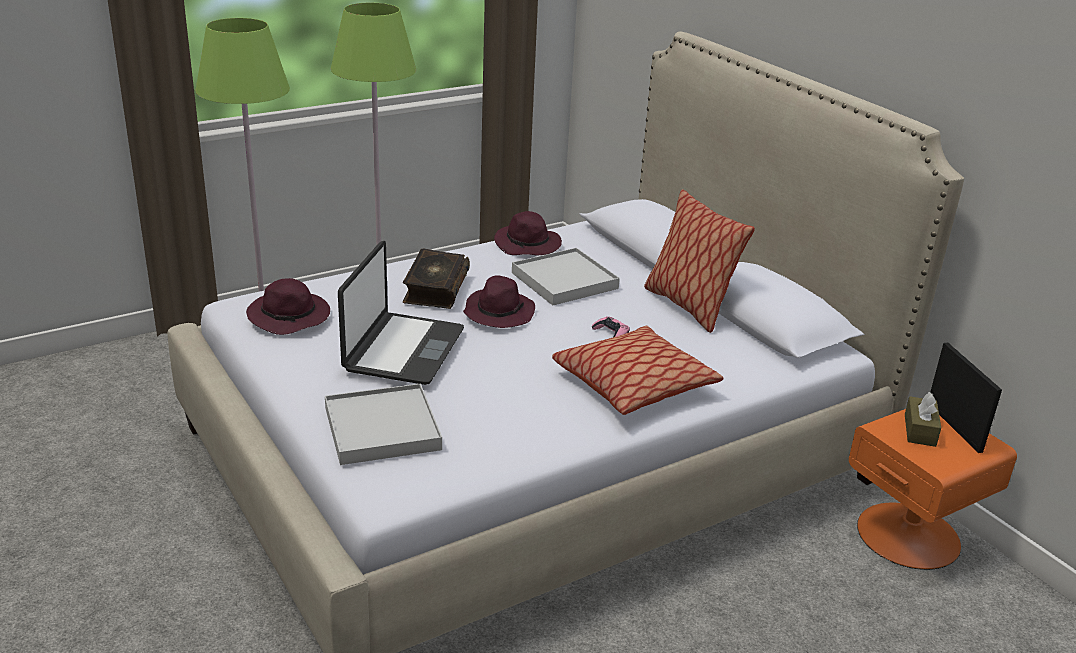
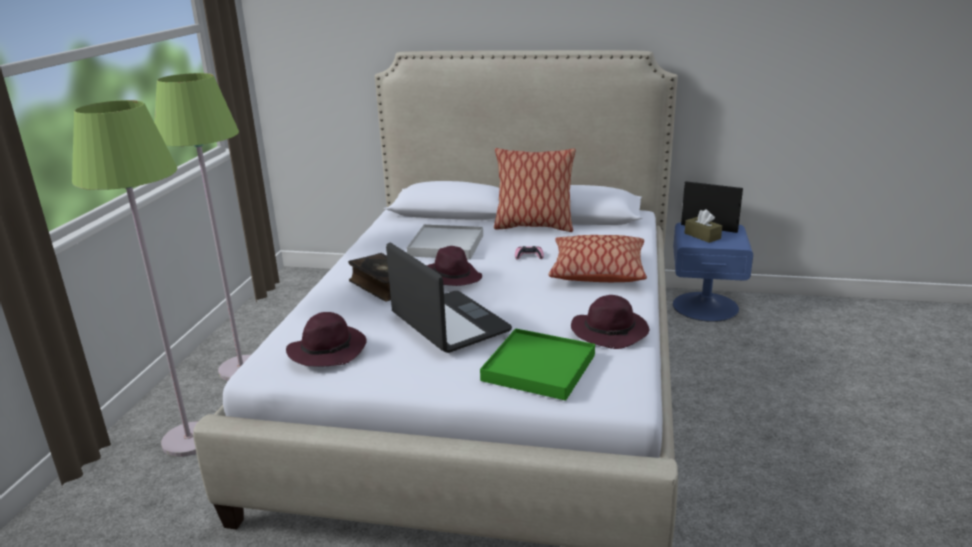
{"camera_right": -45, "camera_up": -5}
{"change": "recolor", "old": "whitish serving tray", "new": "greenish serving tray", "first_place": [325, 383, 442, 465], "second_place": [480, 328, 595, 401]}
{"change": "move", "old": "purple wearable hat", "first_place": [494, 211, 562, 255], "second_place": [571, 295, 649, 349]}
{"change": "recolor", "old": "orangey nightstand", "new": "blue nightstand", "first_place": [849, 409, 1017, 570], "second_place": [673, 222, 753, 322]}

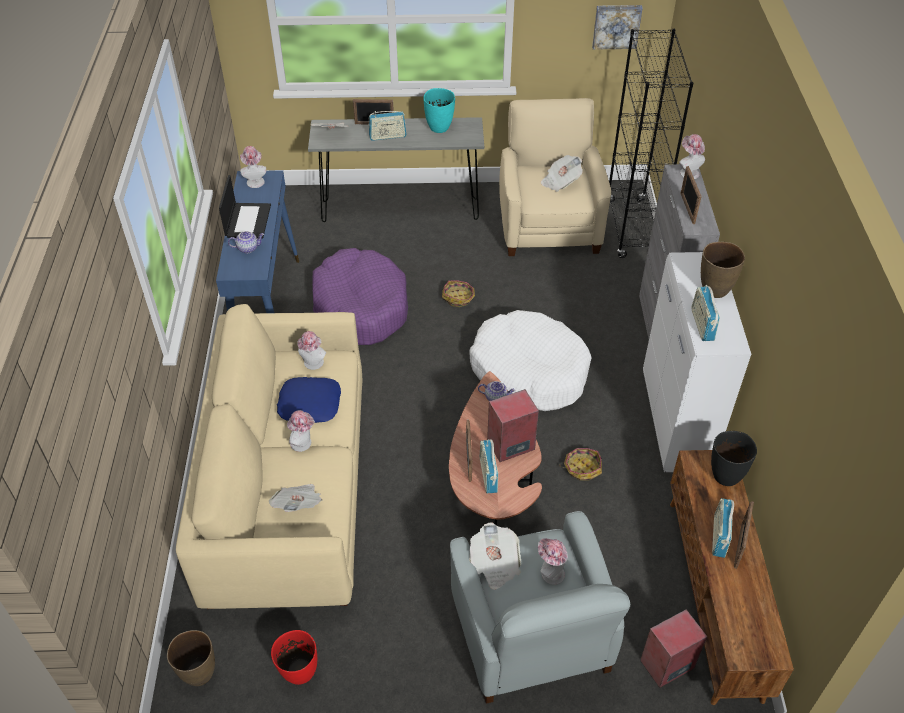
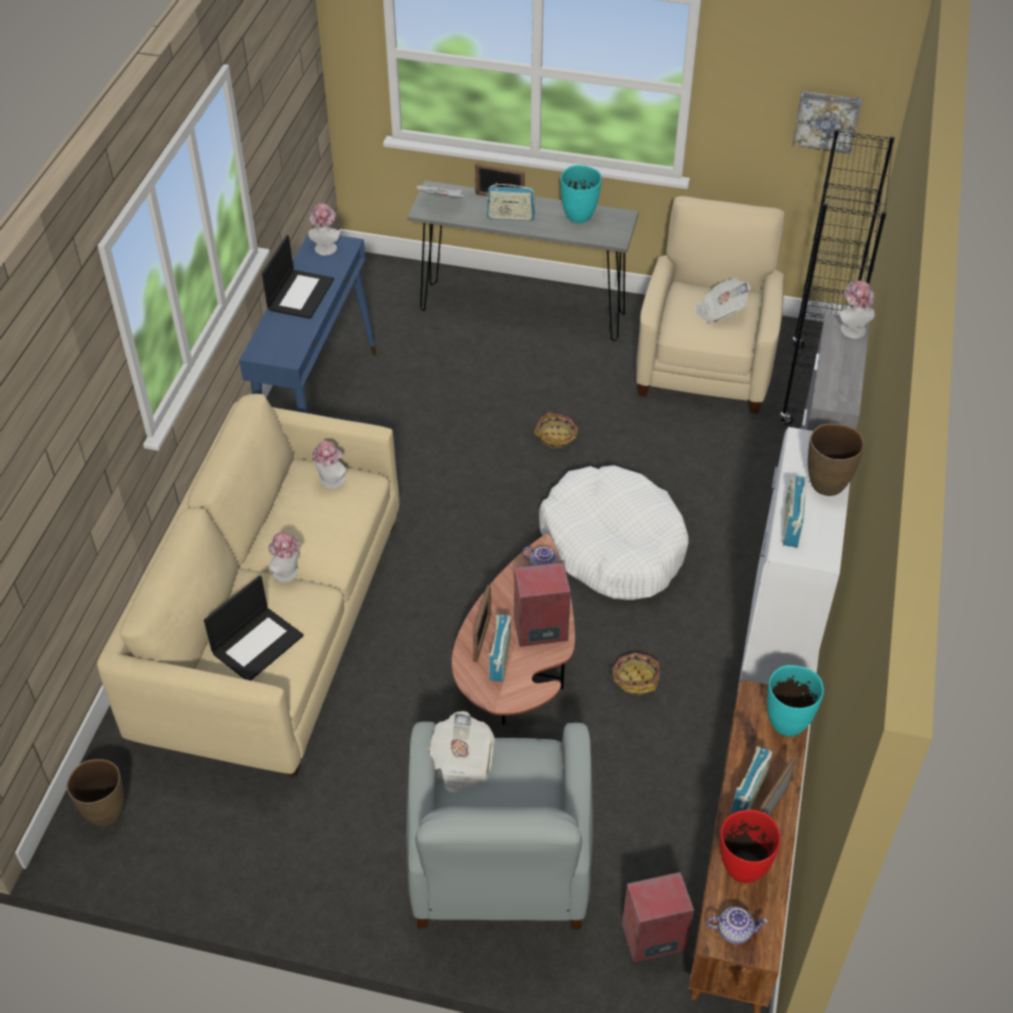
{"camera_right": 15, "camera_up": 0}
{"change": "replace", "old": "daily paper", "new": "notebook computer", "first_place": [269, 484, 322, 512], "second_place": [204, 575, 304, 680]}
{"change": "move", "old": "tea pot", "first_place": [228, 231, 264, 253], "second_place": [707, 907, 768, 944]}
{"change": "move", "old": "red-coloured decorative vase", "first_place": [271, 630, 317, 685], "second_place": [720, 810, 781, 883]}
{"change": "recolor", "old": "blackish decorative vase", "new": "turquoise-coloured decorative vase", "first_place": [711, 431, 757, 486], "second_place": [767, 665, 824, 736]}
{"change": "delete", "old": "blue pillow", "first_place": [277, 377, 341, 423]}
{"change": "delete", "old": "purple pet bed", "first_place": [312, 248, 408, 345]}
{"change": "delete", "old": "wearable hat", "first_place": [538, 538, 568, 585]}
{"change": "delete", "old": "photo frame", "first_place": [680, 166, 702, 224]}

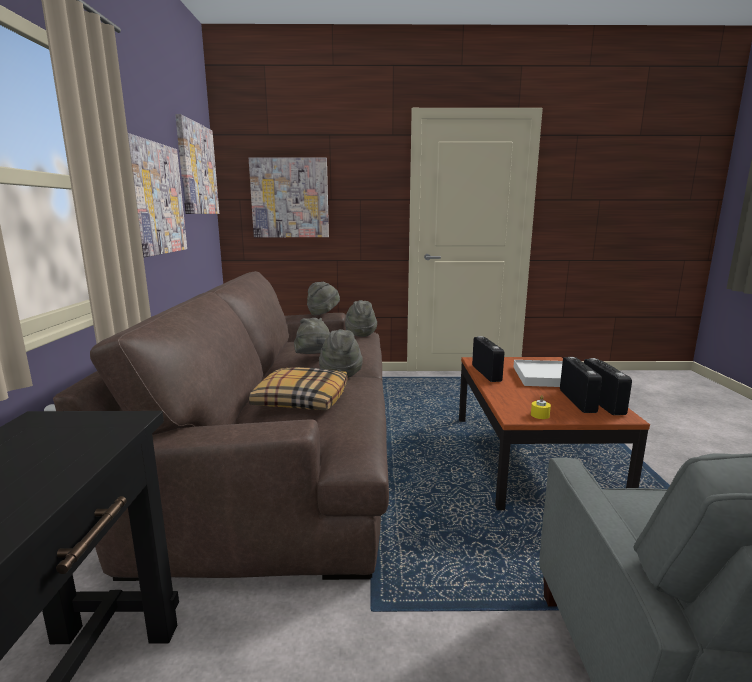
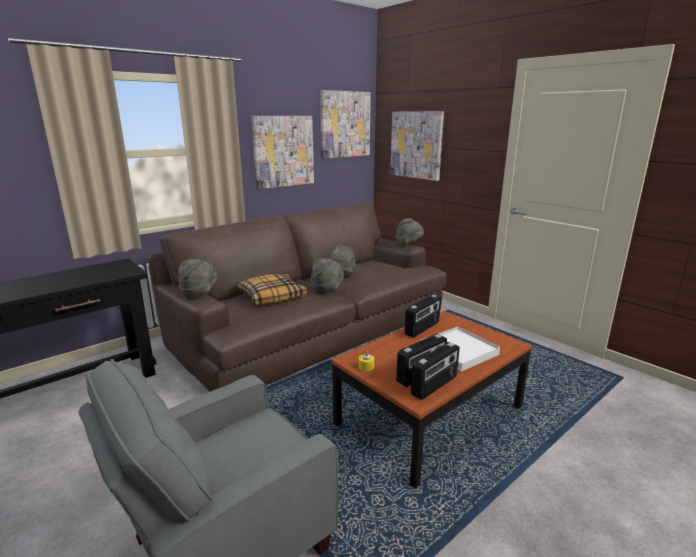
{"camera_right": 50, "camera_up": 5}
{"change": "move", "old": "gray wearable hat", "first_place": [345, 300, 377, 337], "second_place": [178, 259, 217, 299]}

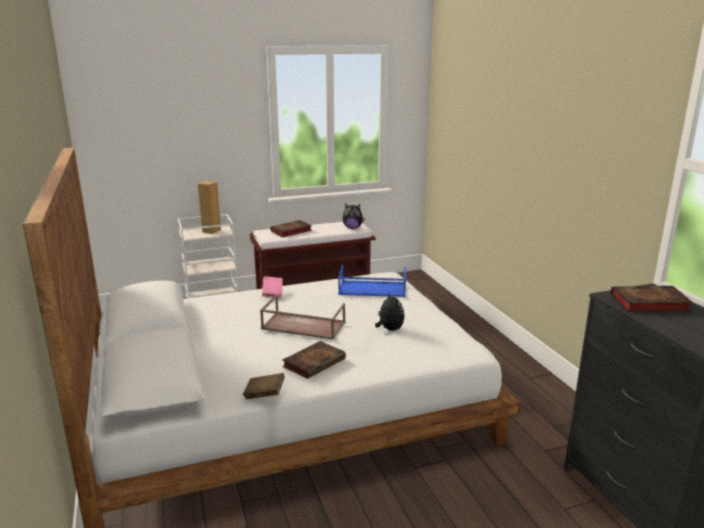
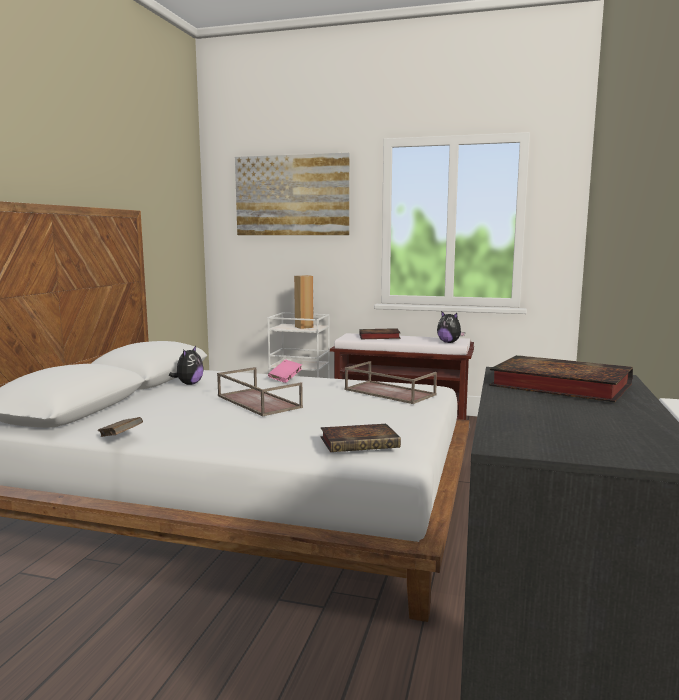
{"camera_right": 35, "camera_up": -10}
{"change": "move", "old": "soft toy", "first_place": [375, 291, 405, 331], "second_place": [169, 346, 204, 385]}
{"change": "insert", "new": "wall art", "second_place": [235, 153, 349, 235]}
{"change": "move", "old": "volume", "first_place": [282, 341, 346, 379], "second_place": [321, 424, 401, 452]}
{"change": "recolor", "old": "blue serving tray", "new": "brown serving tray", "first_place": [338, 265, 406, 297], "second_place": [345, 361, 437, 404]}

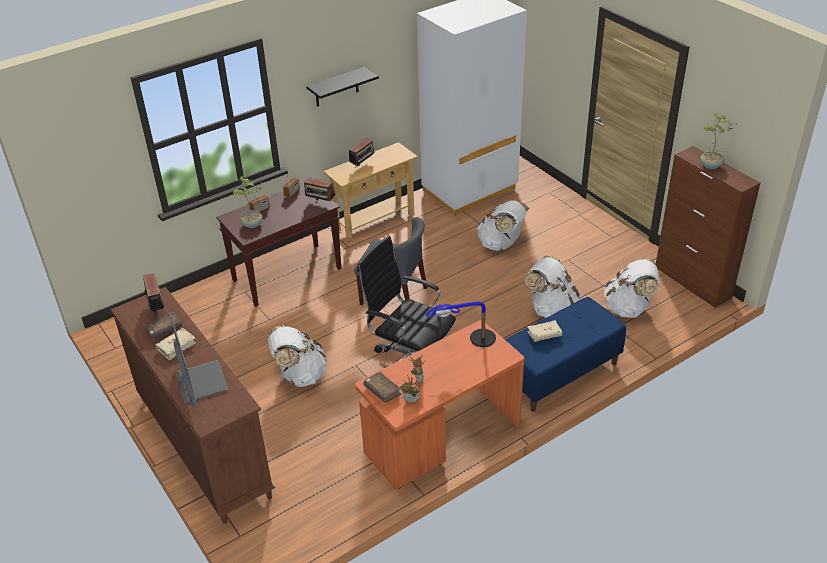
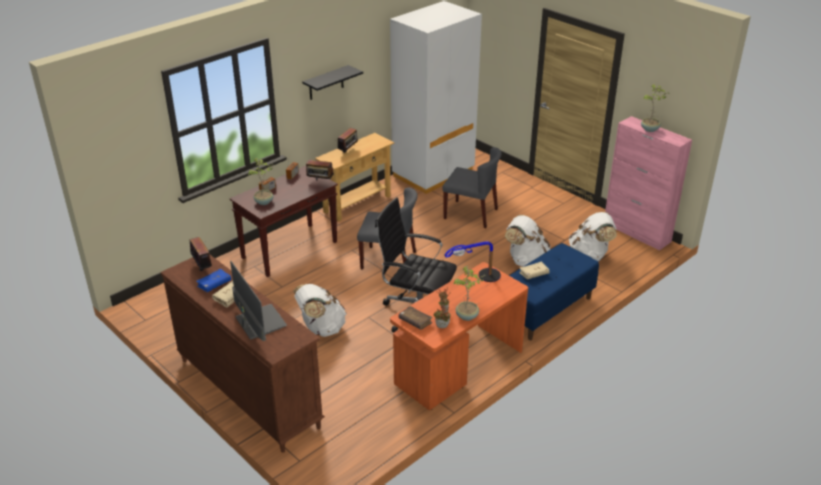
{"camera_right": -10, "camera_up": -5}
{"change": "recolor", "old": "brown volume", "new": "blue volume", "first_place": [143, 312, 182, 339], "second_place": [196, 269, 231, 292]}
{"change": "replace", "old": "whitish knapsack", "new": "gray plain chair", "first_place": [477, 200, 529, 251], "second_place": [442, 147, 502, 228]}
{"change": "insert", "new": "houseplant", "second_place": [453, 266, 486, 321]}
{"change": "recolor", "old": "brown cabinet", "new": "pink cabinet", "first_place": [656, 146, 760, 308], "second_place": [605, 116, 692, 251]}

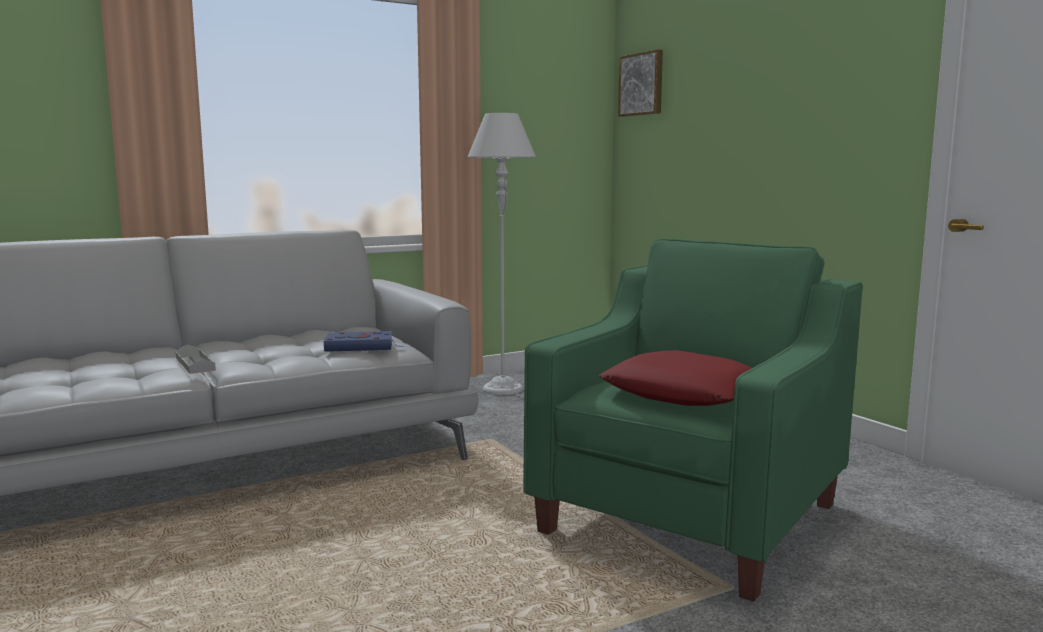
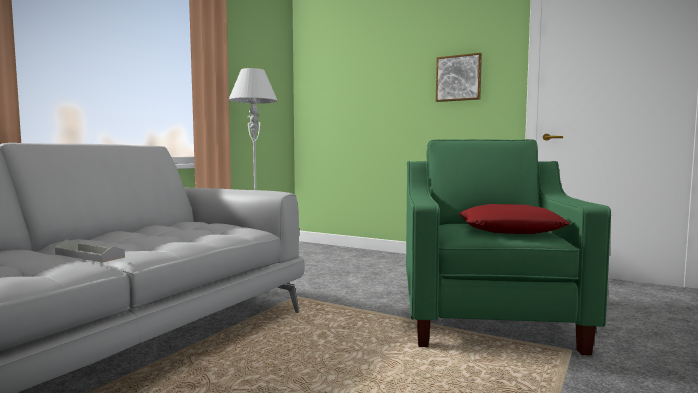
{"camera_right": -30, "camera_up": -5}
{"change": "move", "old": "wall art", "first_place": [618, 49, 663, 117], "second_place": [436, 53, 482, 102]}
{"change": "delete", "old": "blue volume", "first_place": [323, 331, 404, 352]}

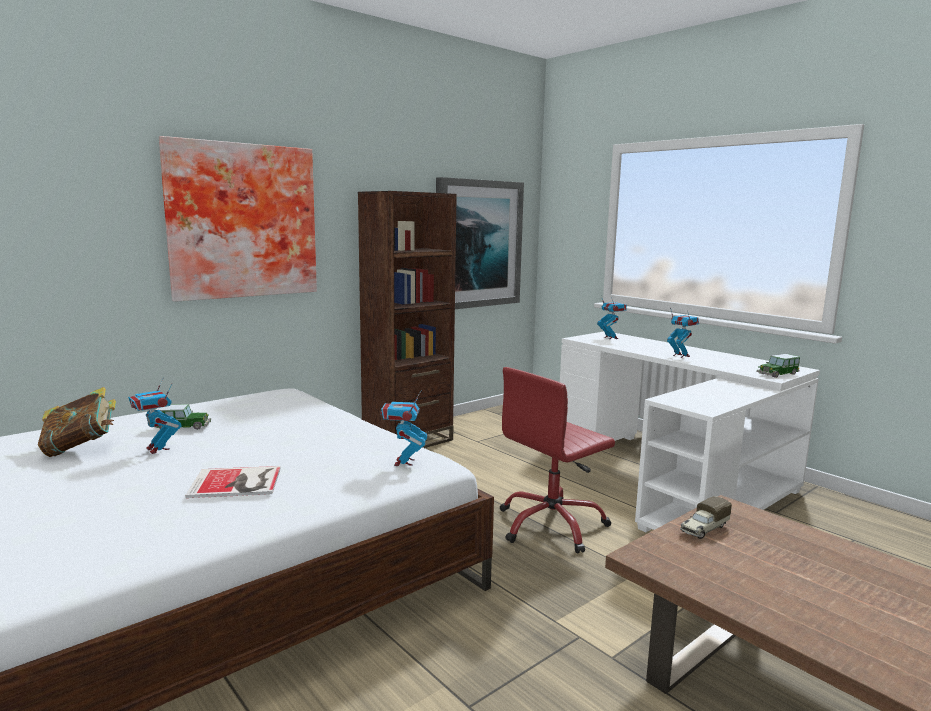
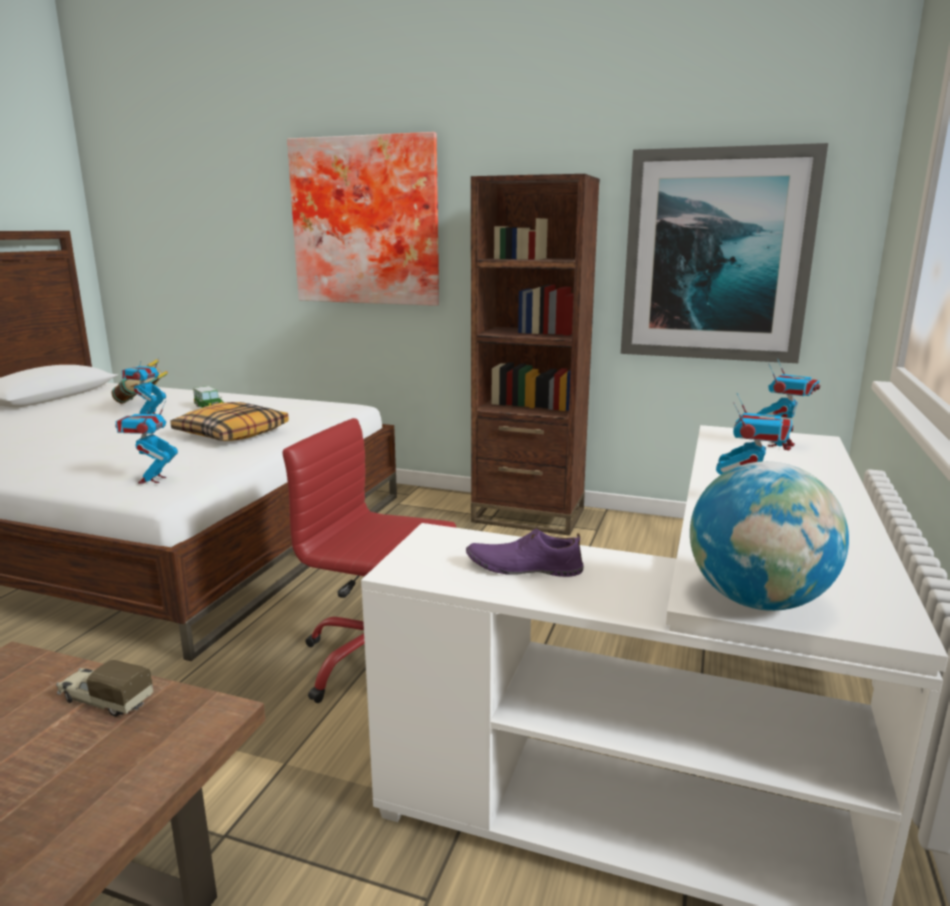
{"camera_right": 60, "camera_up": 5}
{"change": "rotate", "old": "model robot", "first_place": [380, 390, 428, 466], "second_place": [115, 400, 178, 484], "degrees": -60}
{"change": "insert", "new": "pillow", "second_place": [171, 402, 289, 441]}
{"change": "insert", "new": "purple shoe", "second_place": [466, 529, 584, 577]}
{"change": "replace", "old": "toy car", "new": "globe", "first_place": [757, 354, 800, 378], "second_place": [690, 461, 849, 611]}
{"change": "delete", "old": "volume", "first_place": [185, 466, 281, 498]}

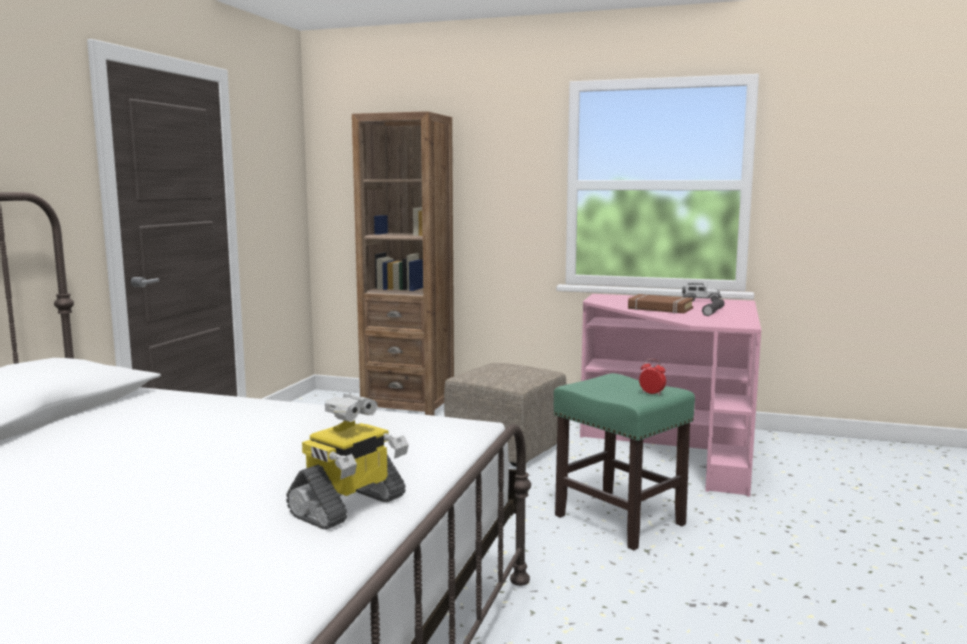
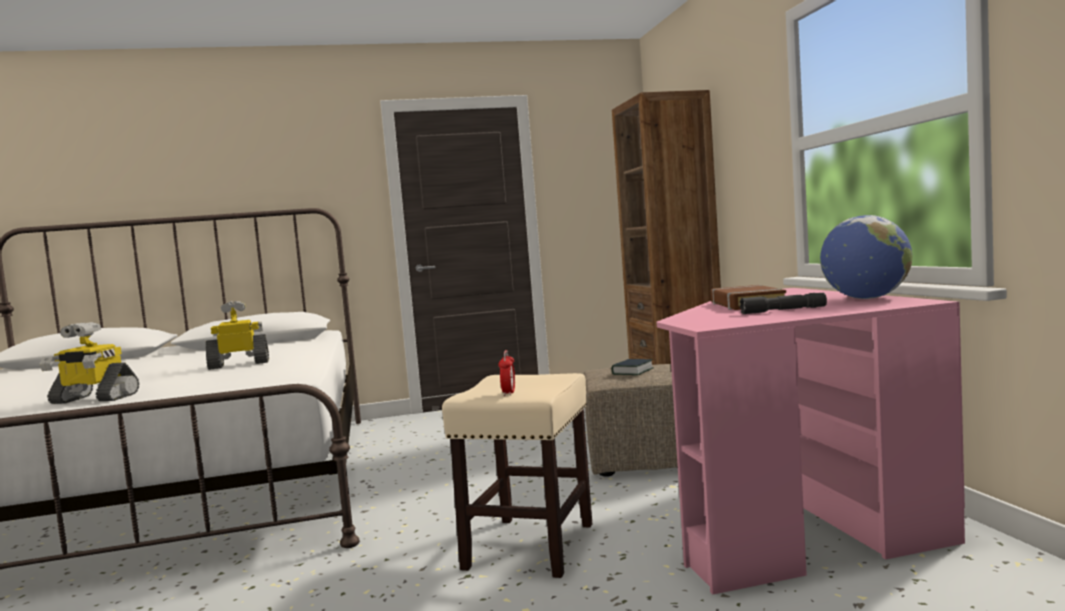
{"camera_right": 60, "camera_up": -5}
{"change": "insert", "new": "model robot", "second_place": [206, 301, 269, 370]}
{"change": "recolor", "old": "greenish stool seat", "new": "beige-coloured stool seat", "first_place": [554, 373, 695, 551], "second_place": [442, 373, 592, 578]}
{"change": "insert", "new": "volume", "second_place": [612, 359, 654, 375]}
{"change": "replace", "old": "toy car", "new": "globe", "first_place": [682, 283, 721, 302], "second_place": [820, 215, 912, 299]}

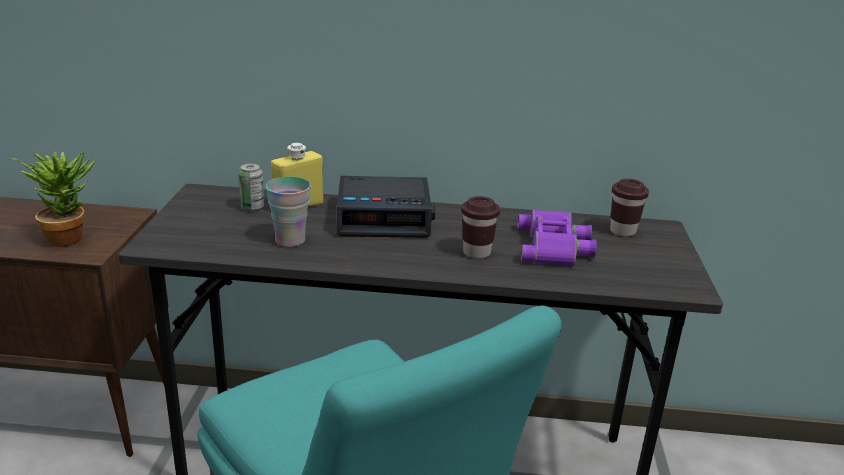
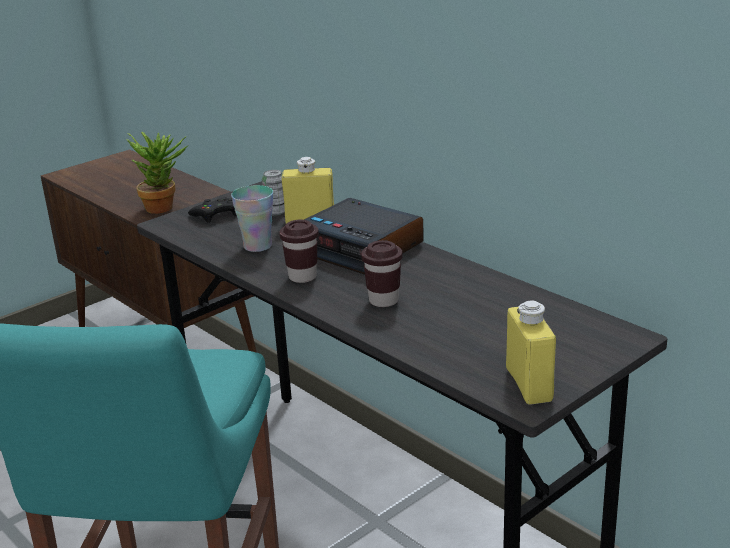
{"camera_right": 45, "camera_up": 0}
{"change": "insert", "new": "blackish joypad", "second_place": [188, 197, 237, 223]}
{"change": "move", "old": "brown cup", "first_place": [610, 179, 649, 237], "second_place": [279, 220, 319, 283]}
{"change": "insert", "new": "yellow beverage bottle", "second_place": [506, 300, 556, 405]}
{"change": "delete", "old": "purple field glasses", "first_place": [518, 210, 597, 266]}

